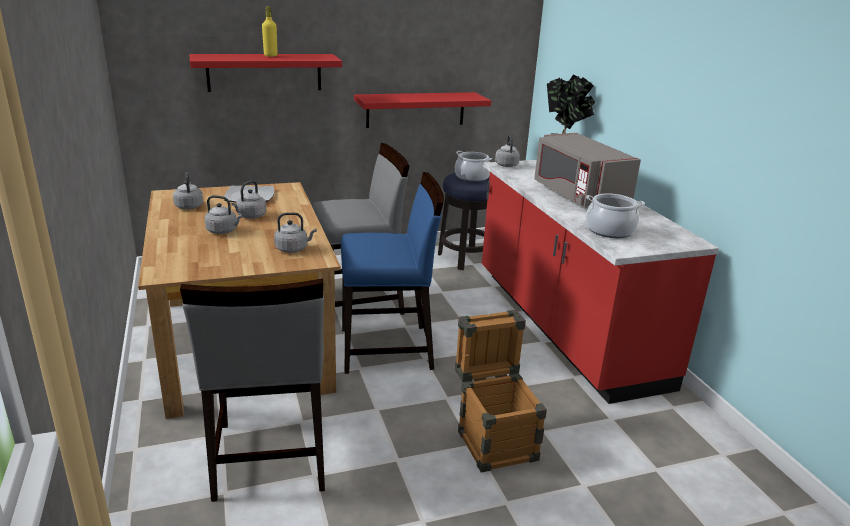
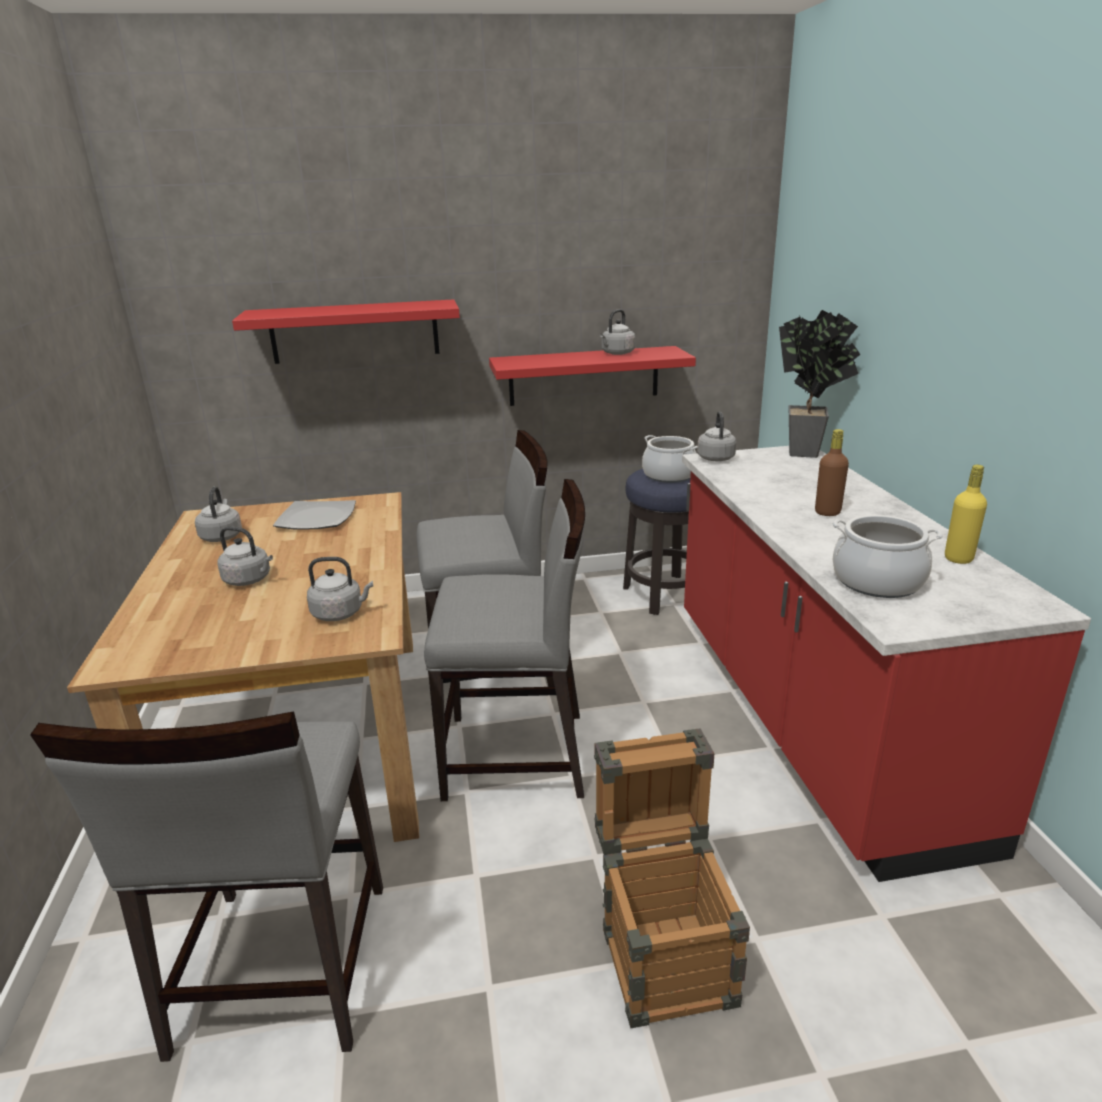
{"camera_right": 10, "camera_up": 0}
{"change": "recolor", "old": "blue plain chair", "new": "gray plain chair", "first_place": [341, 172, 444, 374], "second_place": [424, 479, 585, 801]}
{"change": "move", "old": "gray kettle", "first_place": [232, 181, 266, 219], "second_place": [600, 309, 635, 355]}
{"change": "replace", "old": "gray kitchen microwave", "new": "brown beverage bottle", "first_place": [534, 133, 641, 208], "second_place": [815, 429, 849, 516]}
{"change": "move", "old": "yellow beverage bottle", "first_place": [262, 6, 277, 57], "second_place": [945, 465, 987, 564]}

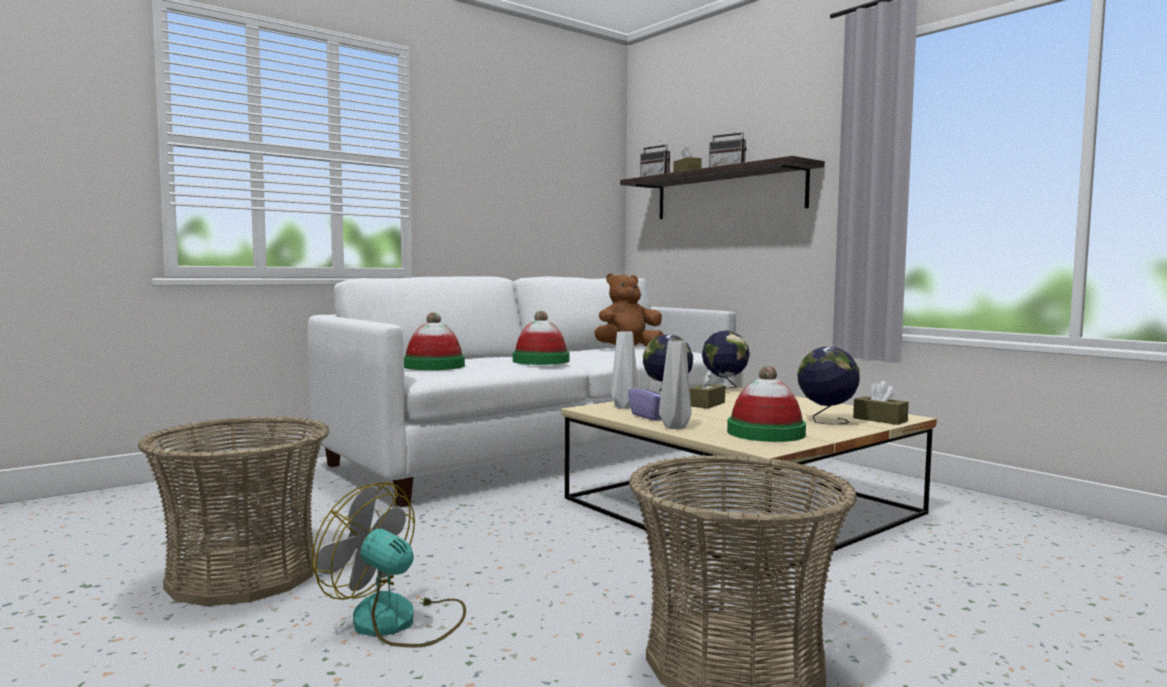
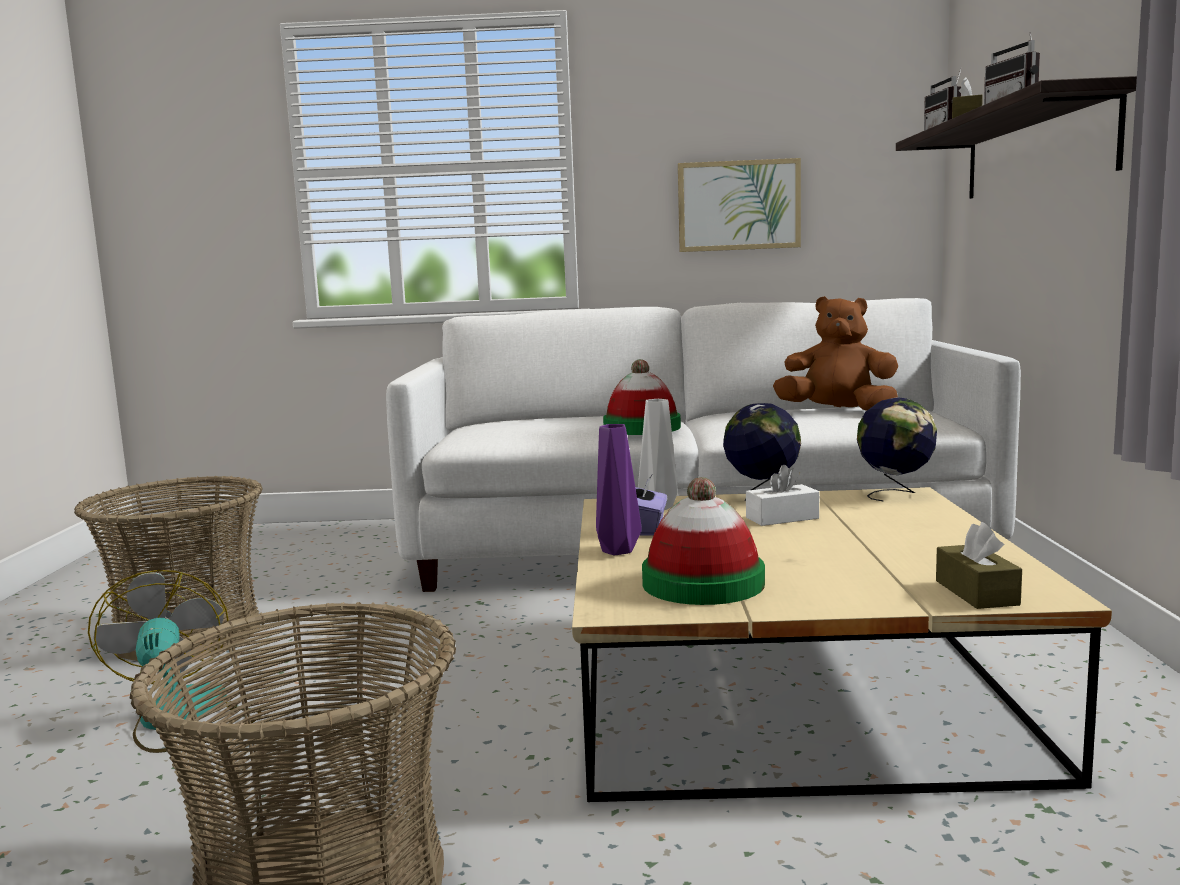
{"camera_right": 40, "camera_up": 5}
{"change": "recolor", "old": "gray decorative vase", "new": "purple decorative vase", "first_place": [659, 340, 691, 429], "second_place": [596, 424, 642, 555]}
{"change": "insert", "new": "wall art", "second_place": [678, 158, 801, 252]}
{"change": "recolor", "old": "brown tissue box", "new": "whitish tissue box", "first_place": [690, 370, 725, 409], "second_place": [746, 465, 819, 526]}
{"change": "delete", "old": "wearable hat", "first_place": [404, 312, 465, 370]}
{"change": "delete", "old": "globe", "first_place": [797, 347, 860, 425]}

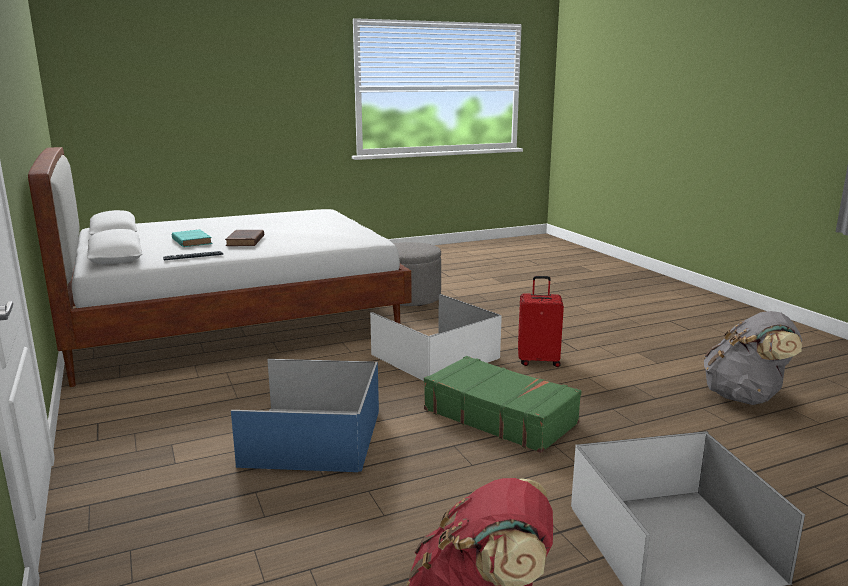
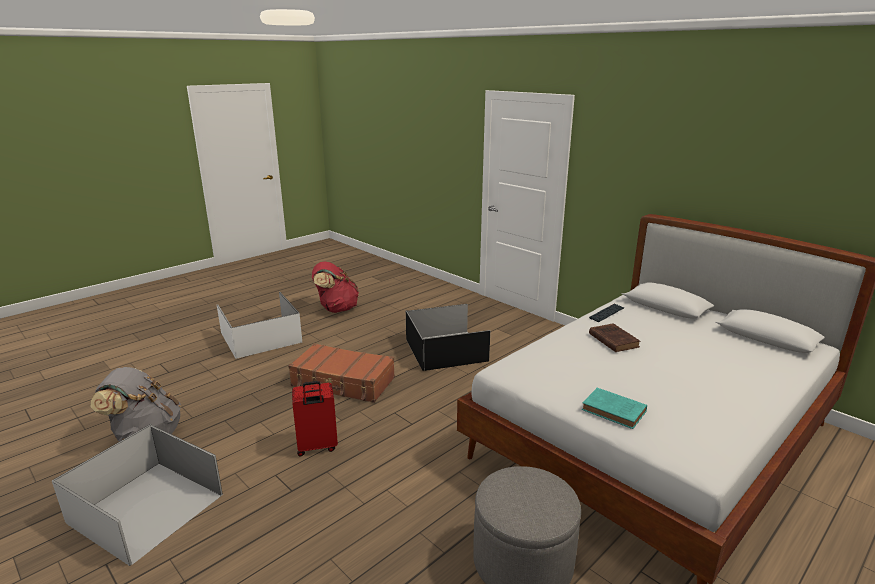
{"camera_right": 160, "camera_up": 5}
{"change": "move", "old": "whitish storage container", "first_place": [370, 294, 502, 381], "second_place": [52, 424, 223, 566]}
{"change": "recolor", "old": "greenish suitcase", "new": "brown suitcase", "first_place": [424, 356, 582, 453], "second_place": [288, 343, 395, 403]}
{"change": "recolor", "old": "blue storage container", "new": "blackish storage container", "first_place": [231, 359, 379, 472], "second_place": [406, 304, 490, 371]}
{"change": "move", "old": "turquoise-coloured volume", "first_place": [172, 229, 212, 247], "second_place": [582, 388, 647, 429]}

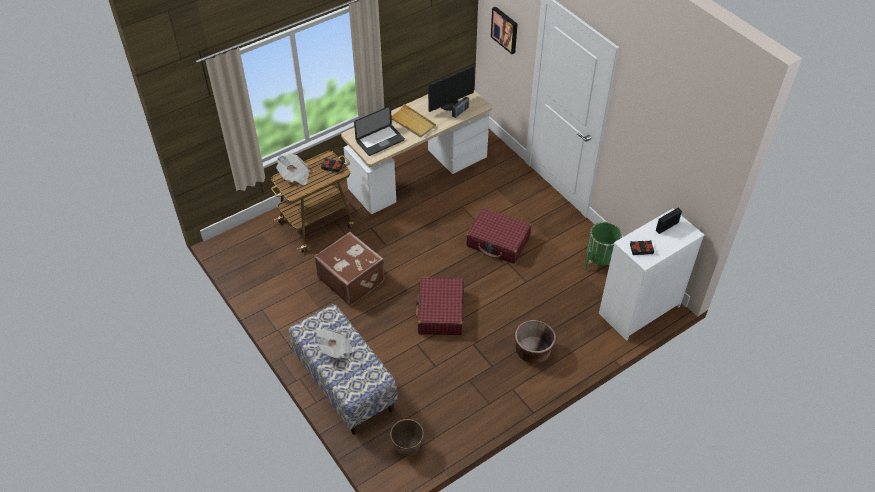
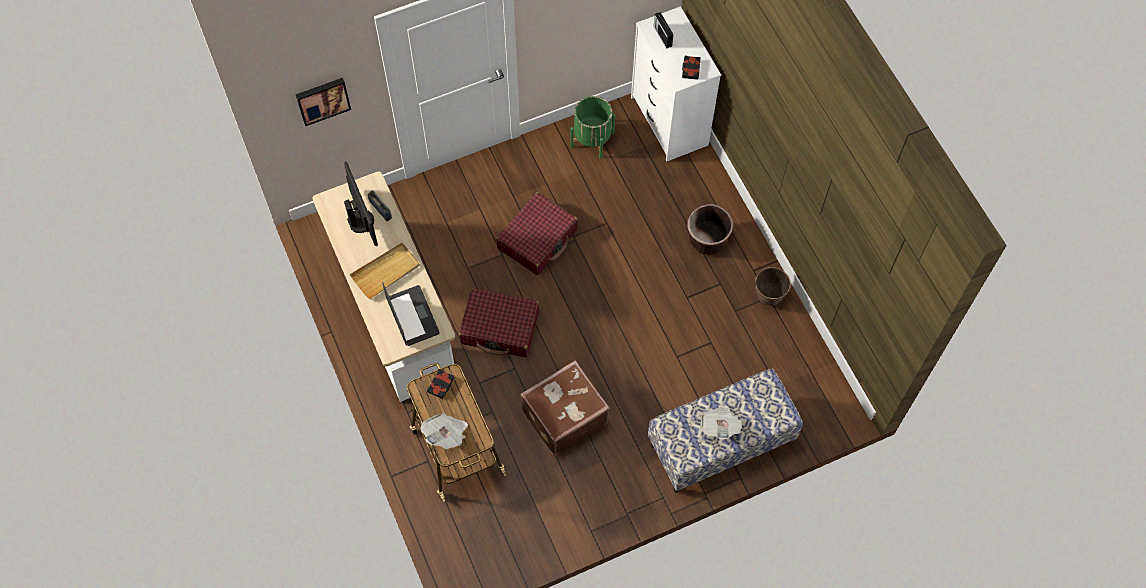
{"camera_right": -80, "camera_up": 15}
{"change": "move", "old": "red-coloured suitcase", "first_place": [416, 277, 464, 335], "second_place": [459, 288, 539, 358]}
{"change": "move", "old": "plant pot", "first_place": [390, 419, 424, 456], "second_place": [755, 267, 791, 306]}

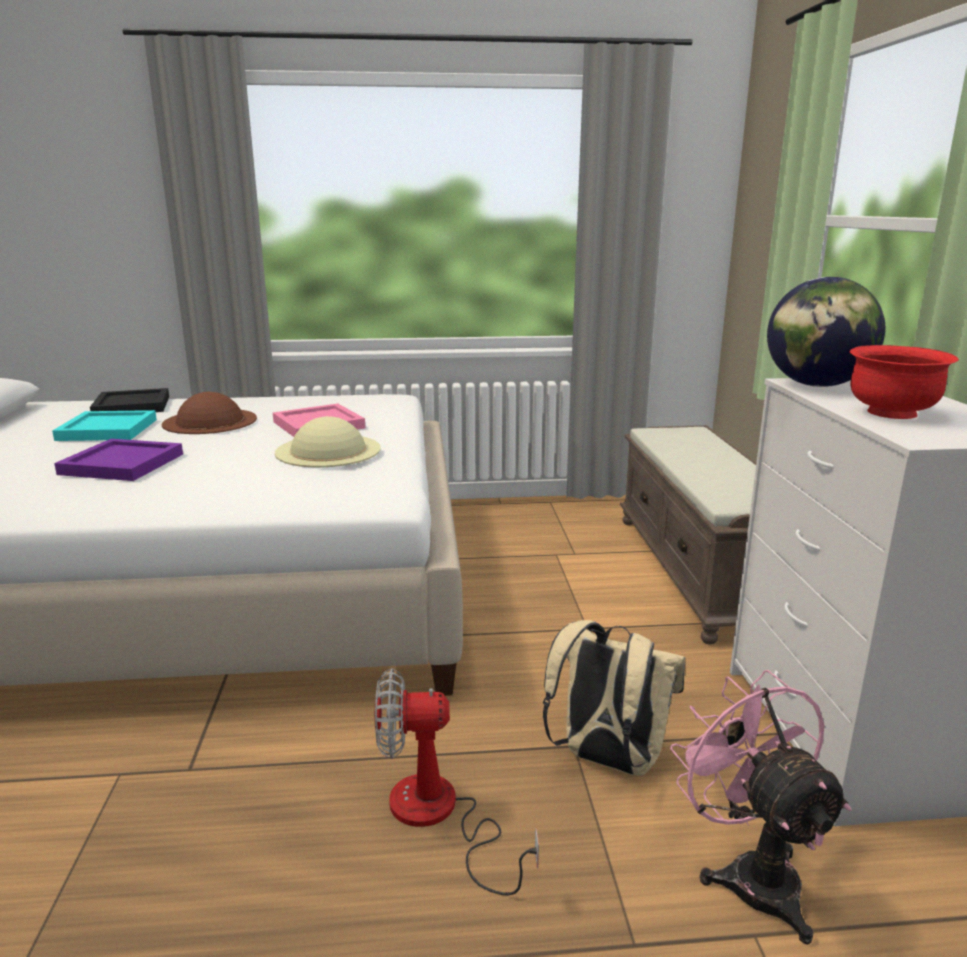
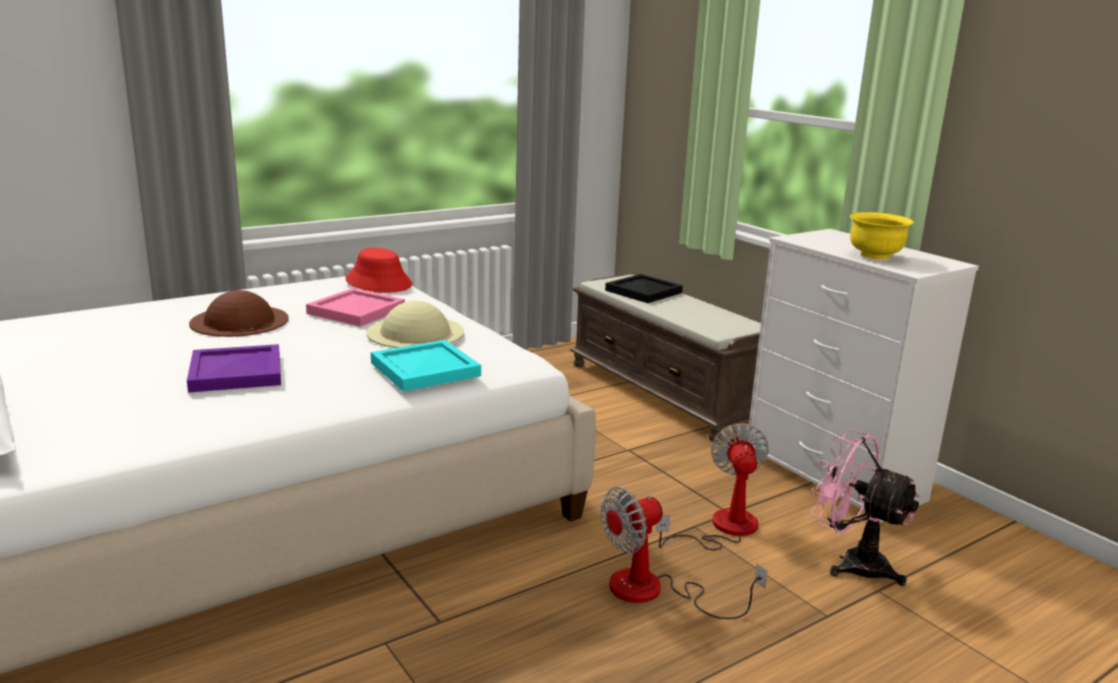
{"camera_right": -30, "camera_up": 0}
{"change": "insert", "new": "red-coloured wearable hat", "second_place": [345, 248, 412, 293]}
{"change": "move", "old": "turquoise-coloured serving tray", "first_place": [52, 410, 157, 441], "second_place": [371, 340, 481, 392]}
{"change": "move", "old": "blackish serving tray", "first_place": [90, 388, 169, 412], "second_place": [605, 274, 683, 303]}
{"change": "replace", "old": "beige-coloured knapsack", "new": "cooling fan", "first_place": [543, 620, 685, 776], "second_place": [656, 424, 769, 550]}
{"change": "recolor", "old": "red-coloured deep dish", "new": "yellow deep dish", "first_place": [849, 345, 959, 419], "second_place": [850, 212, 914, 260]}
{"change": "delete", "old": "globe", "first_place": [767, 277, 885, 387]}

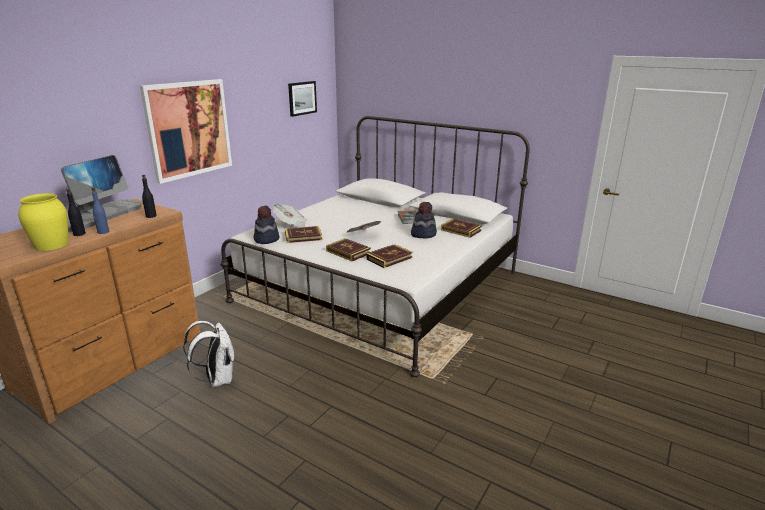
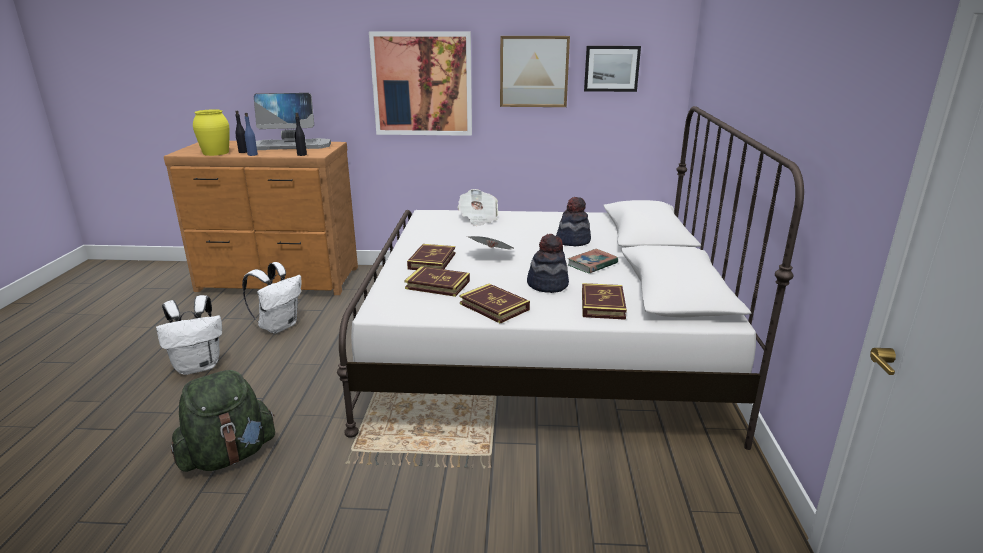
{"camera_right": 60, "camera_up": 0}
{"change": "insert", "new": "whitish knapsack", "second_place": [156, 295, 222, 375]}
{"change": "insert", "new": "greenish knapsack", "second_place": [171, 370, 275, 472]}
{"change": "move", "old": "volume", "first_place": [285, 226, 322, 243], "second_place": [459, 284, 530, 324]}
{"change": "insert", "new": "wall art", "second_place": [500, 36, 570, 107]}
{"change": "move", "old": "wearable hat", "first_place": [254, 206, 280, 244], "second_place": [556, 197, 591, 246]}

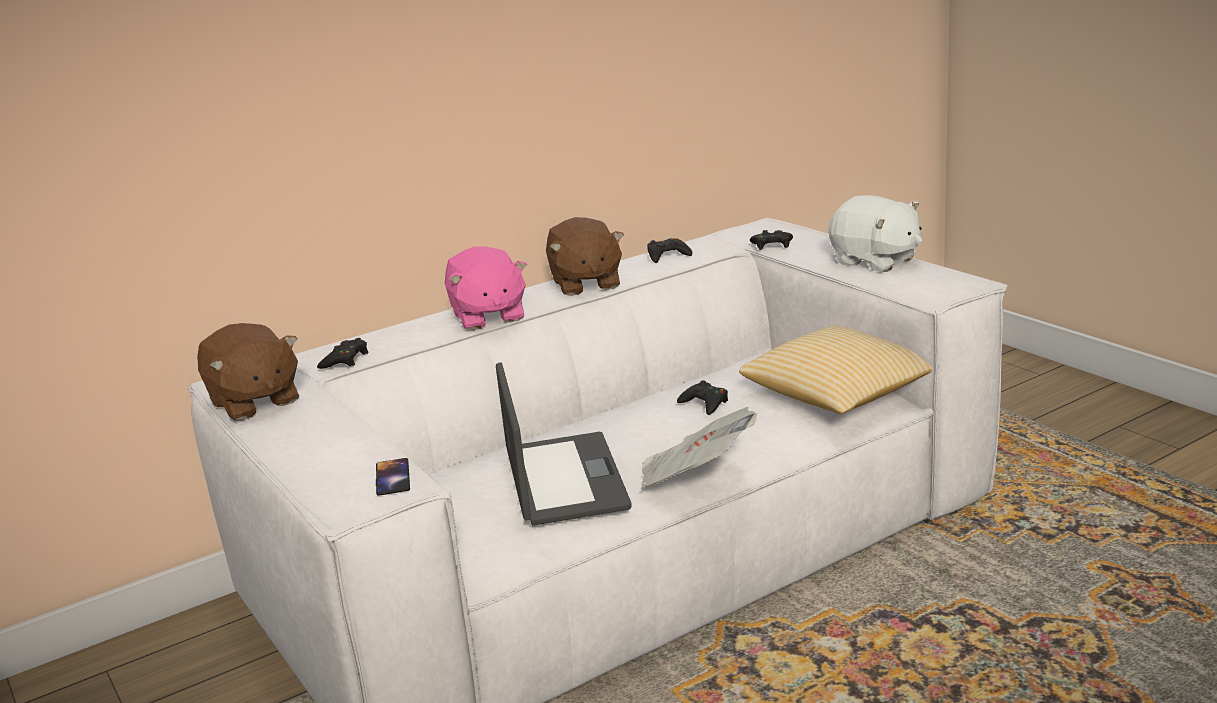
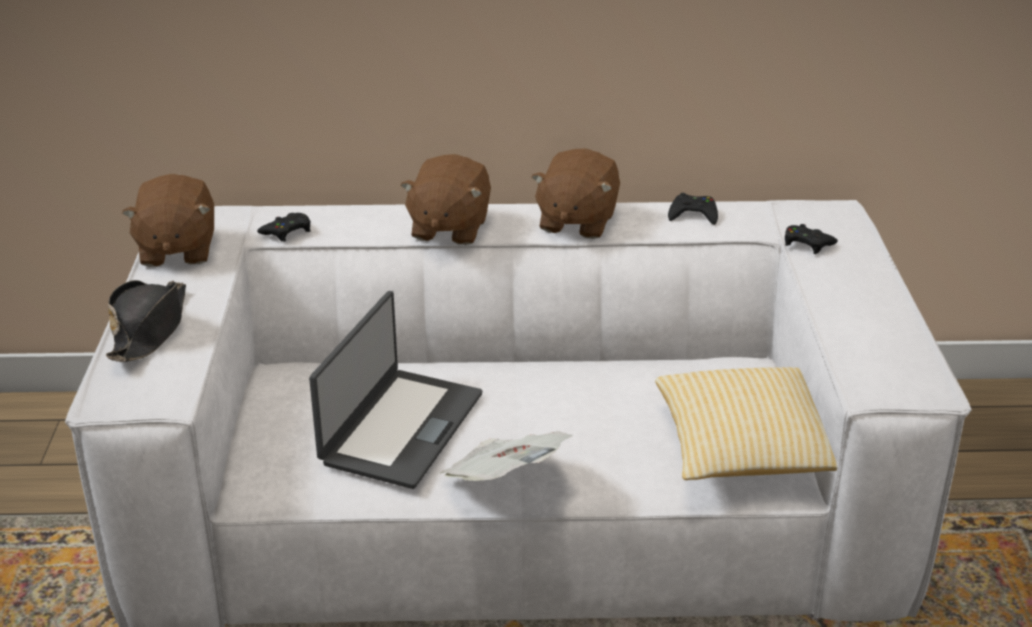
{"camera_right": 30, "camera_up": 10}
{"change": "insert", "new": "blackish wearable hat", "second_place": [106, 280, 186, 362]}
{"change": "recolor", "old": "pink soft toy", "new": "brown soft toy", "first_place": [445, 247, 527, 330], "second_place": [400, 154, 491, 245]}
{"change": "delete", "old": "telephone", "first_place": [376, 458, 410, 496]}
{"change": "delete", "old": "blackish joypad", "first_place": [677, 380, 728, 415]}
{"change": "delete", "old": "whitish soft toy", "first_place": [829, 195, 922, 272]}

